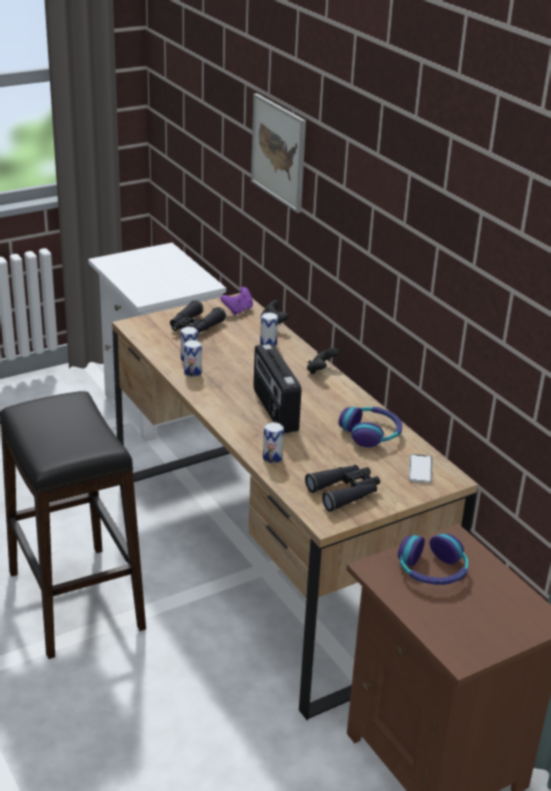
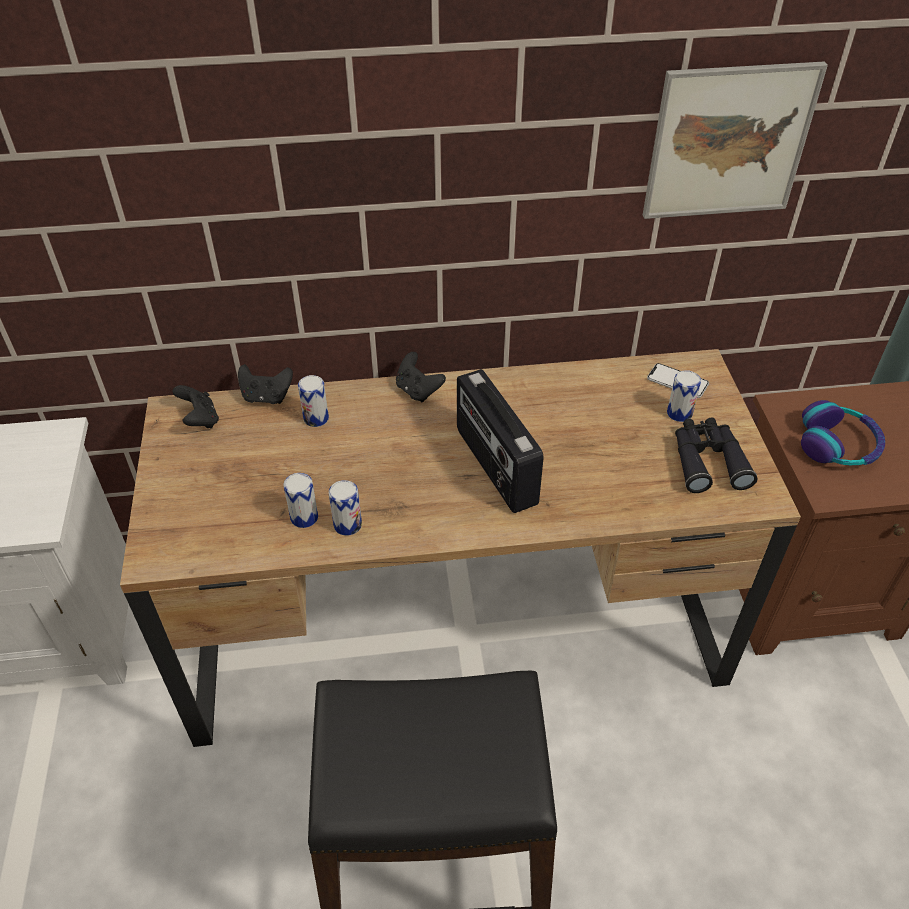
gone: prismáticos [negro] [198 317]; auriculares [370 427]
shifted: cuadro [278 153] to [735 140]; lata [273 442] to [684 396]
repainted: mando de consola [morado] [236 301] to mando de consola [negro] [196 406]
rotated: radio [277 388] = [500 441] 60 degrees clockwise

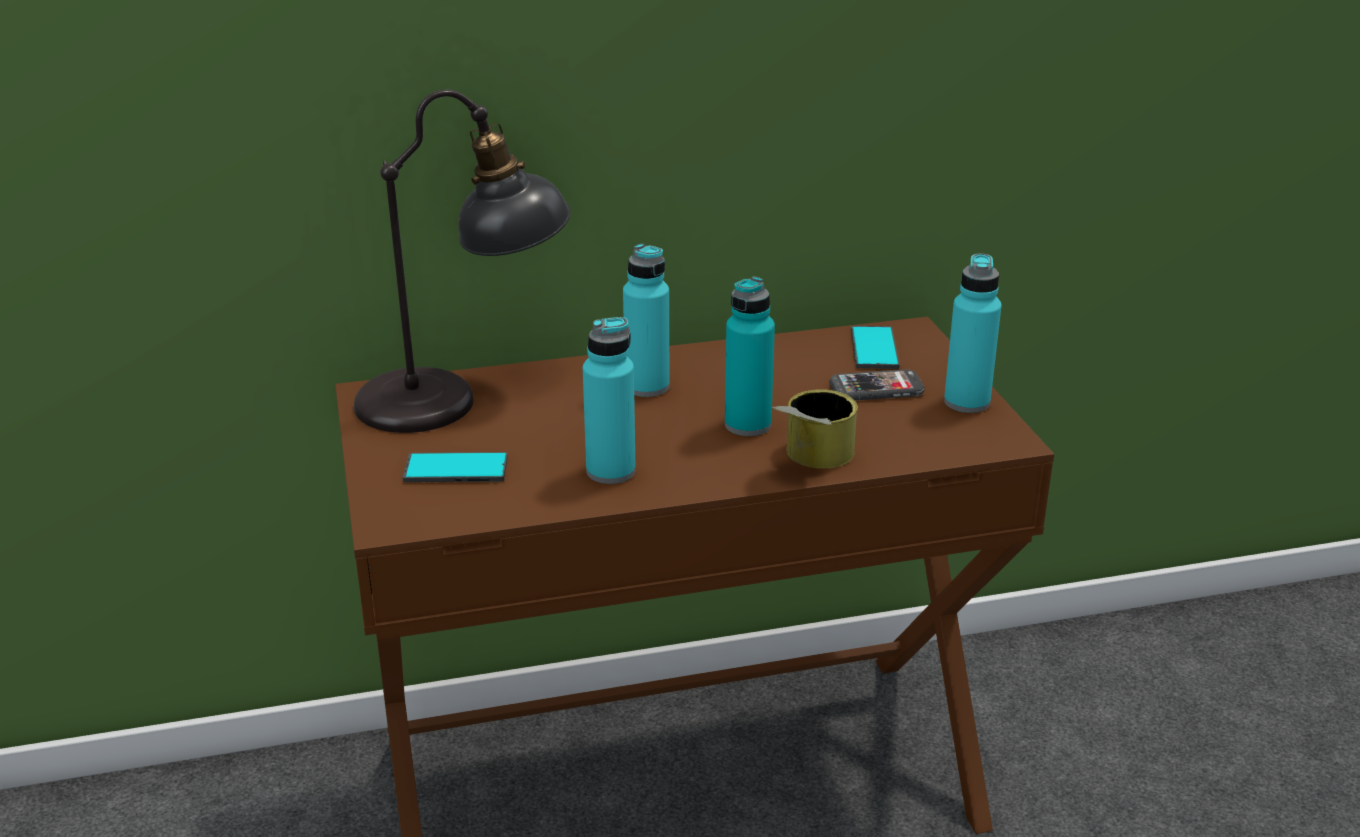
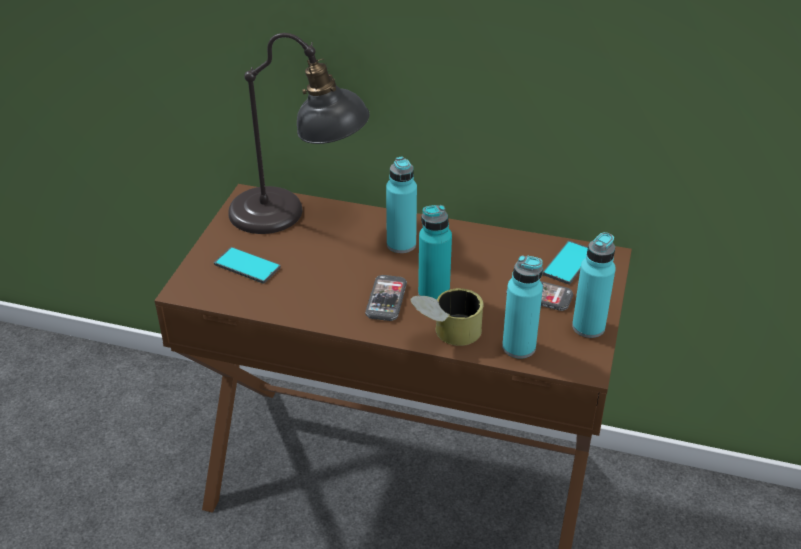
new: móvil [386 298]
shifted: botella [turquesa] [609 400] to [522 307]

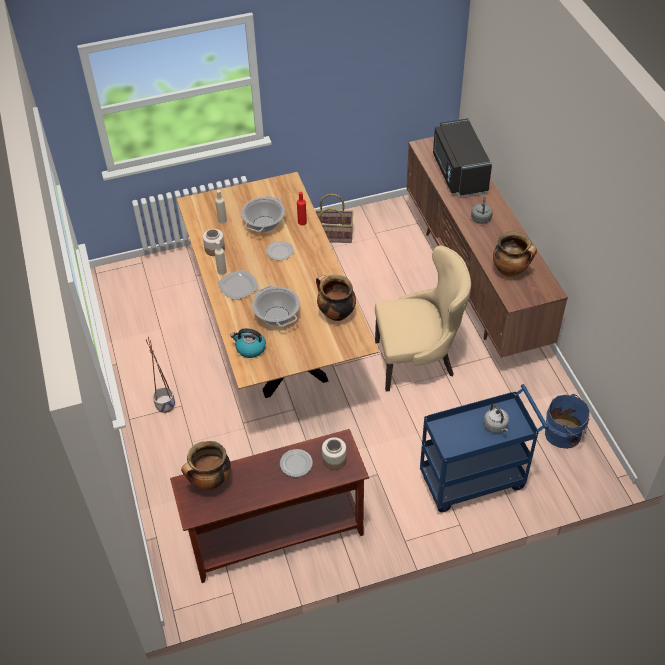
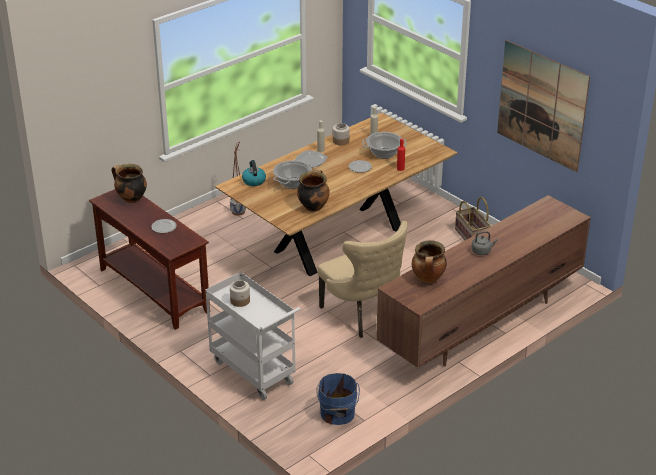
gone: microondas [negro] [462 157]; hervidor [gris] [496 418]
new: cuadro [543 106]
shifted: tarro [334 453] to [240 293]
repainted: carrito [azul] [484 448] to carrito [blanco] [253 336]

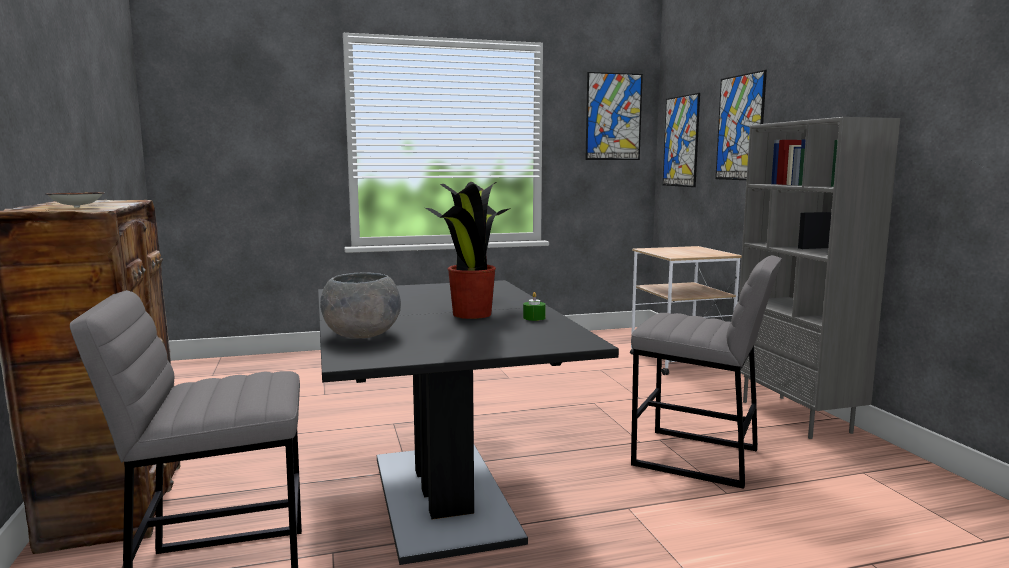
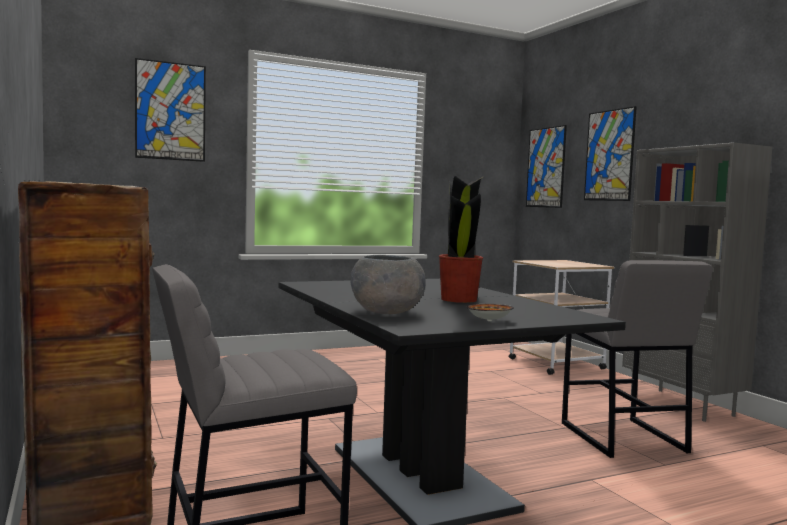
gone: vela [verde] [534 306]
shifted: cuadro [614 116] to [170 110]; cuenco [74 200] to [490 312]
rotated: silla [gris] [706 372] = [637 359] 60 degrees clockwise

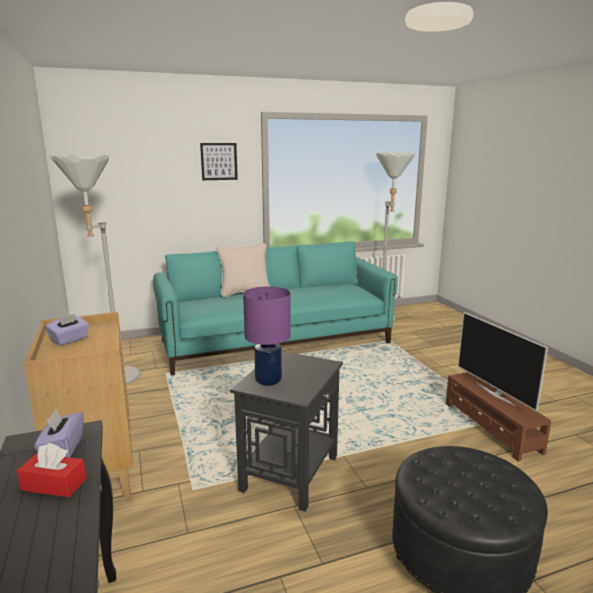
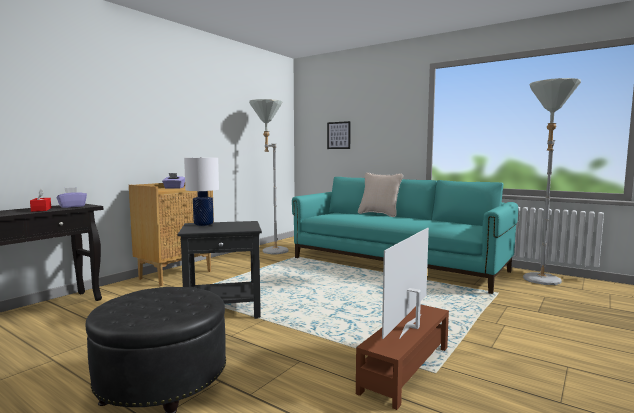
shifted: cuadro [219 161] to [339 135]
repainted: lámpara de mesa [morado] [267 336] to lámpara de mesa [blanco] [201 191]

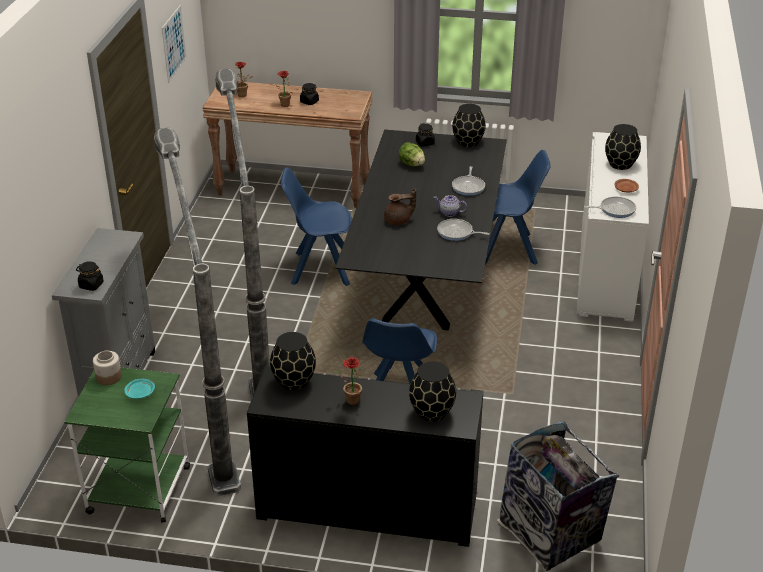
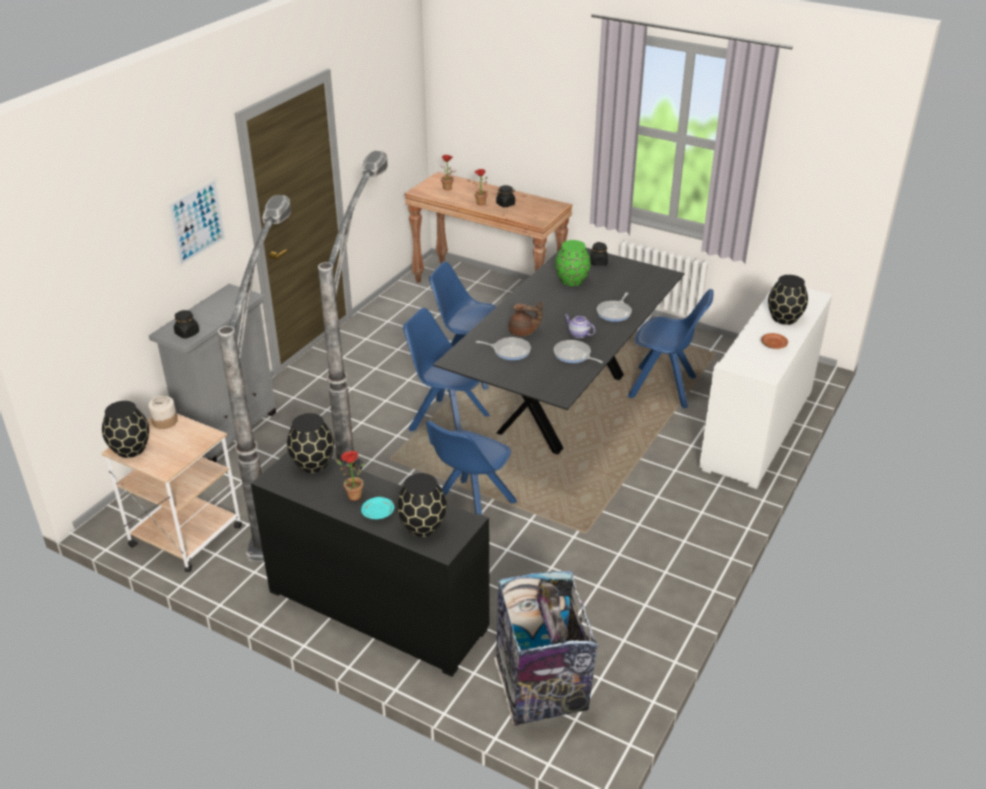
new: silla [azul] [446 369]
shifted: florero [negro] [469 125] to [125 429]; cuadro [174 44] to [196 222]; plato [turquesa] [139 389] to [378 508]; sartén [610 207] to [503 348]
swapped: lechuga [412 154] to florero [verde] [573 263]
repainted: carrito [verde] [127 445] to carrito [beis] [171 492]

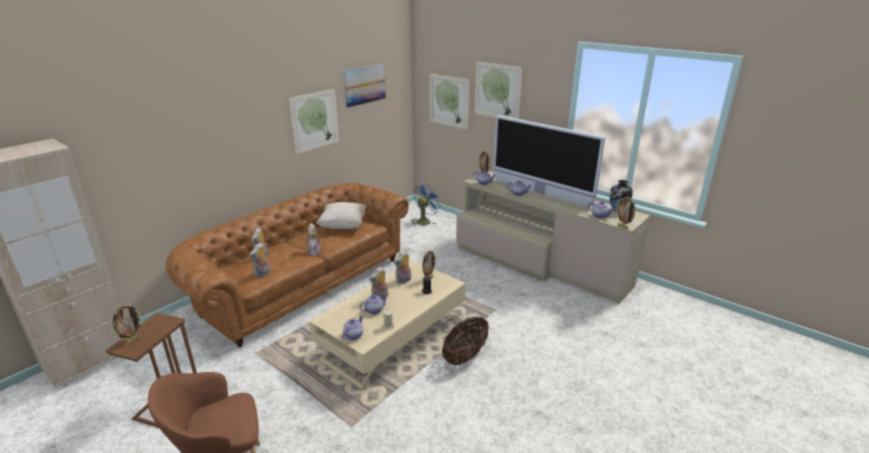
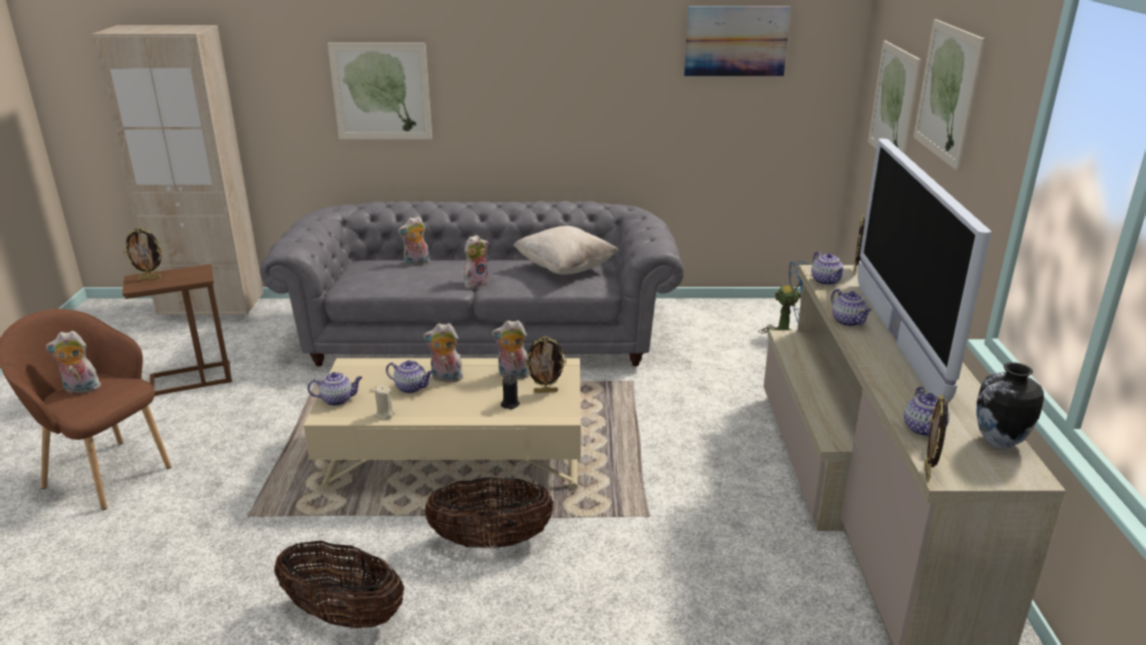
new: cesta [339 585]
shifted: peluche [260 260] to [73 362]; cuadro [314 121] to [380 91]
repainted: sofá [marrón] [287 265] to sofá [gris] [472 283]

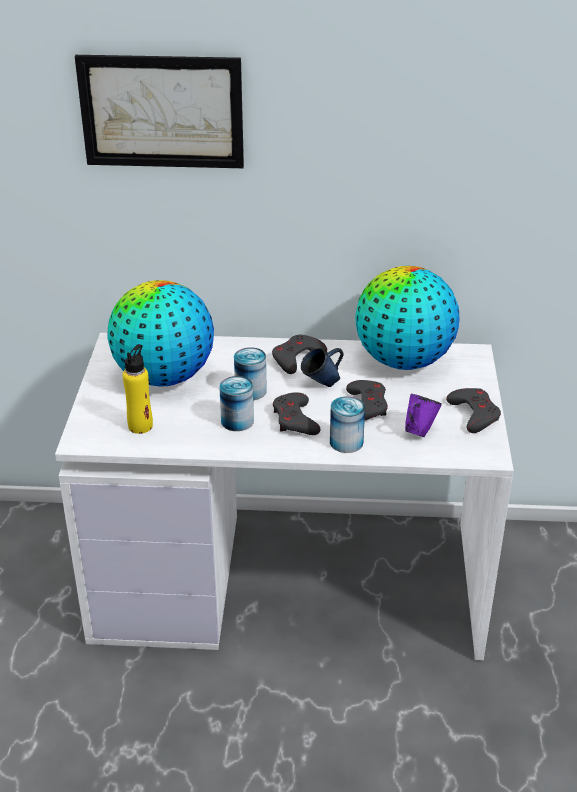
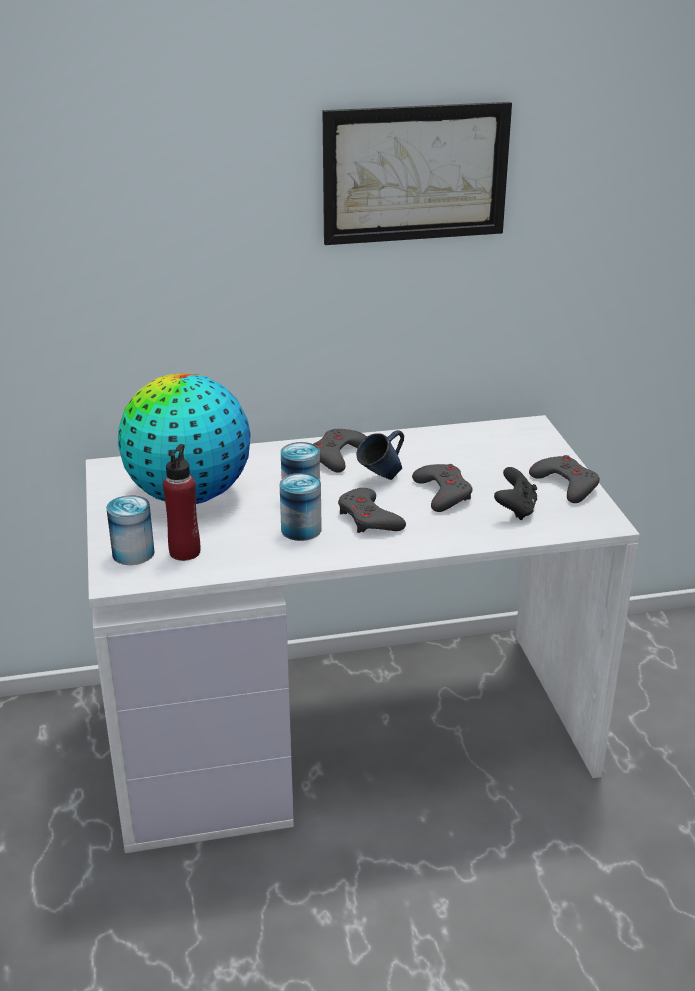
gone: globo terráqueo [407 318]
shifted: lata [347 424] to [130 530]; cuadro [159 111] to [417 173]
swapped: taza grande [morado] [423 415] to mando de consola [negro] [515 493]
repainted: botella [amarillo] [138 389] to botella [rojo] [181 502]

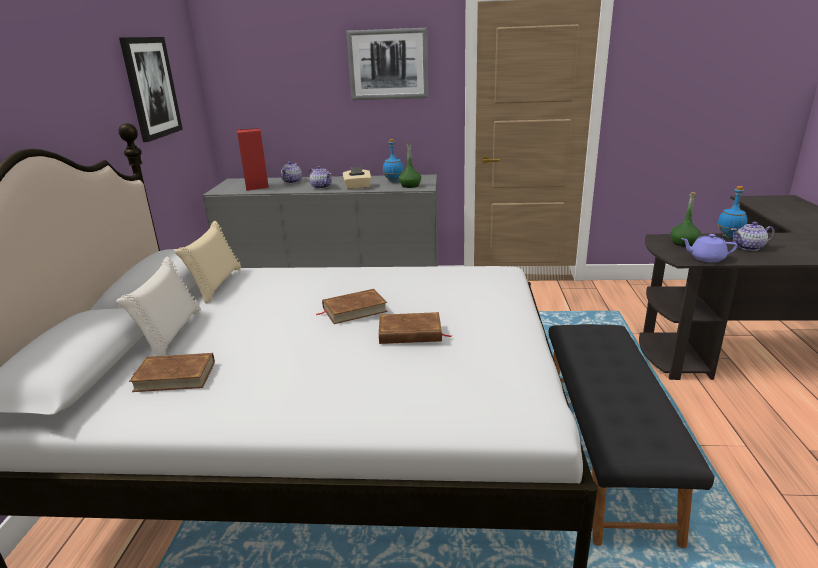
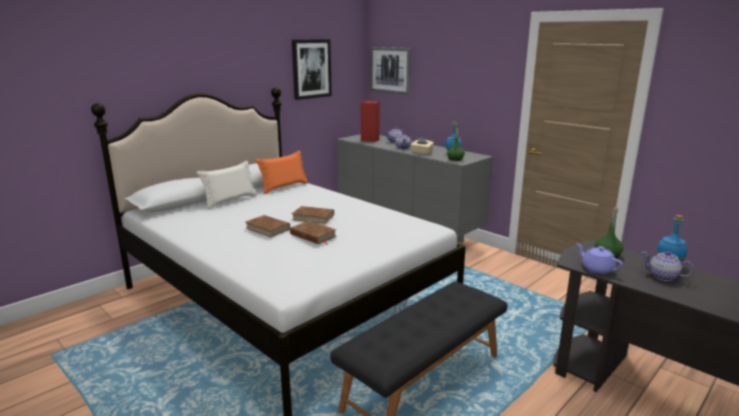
shifted: libro [marrón] [172 372] to [268 226]; cuadro [387 64] to [390 71]
repainted: cojín [beis] [208 262] to cojín [naranja] [281 172]

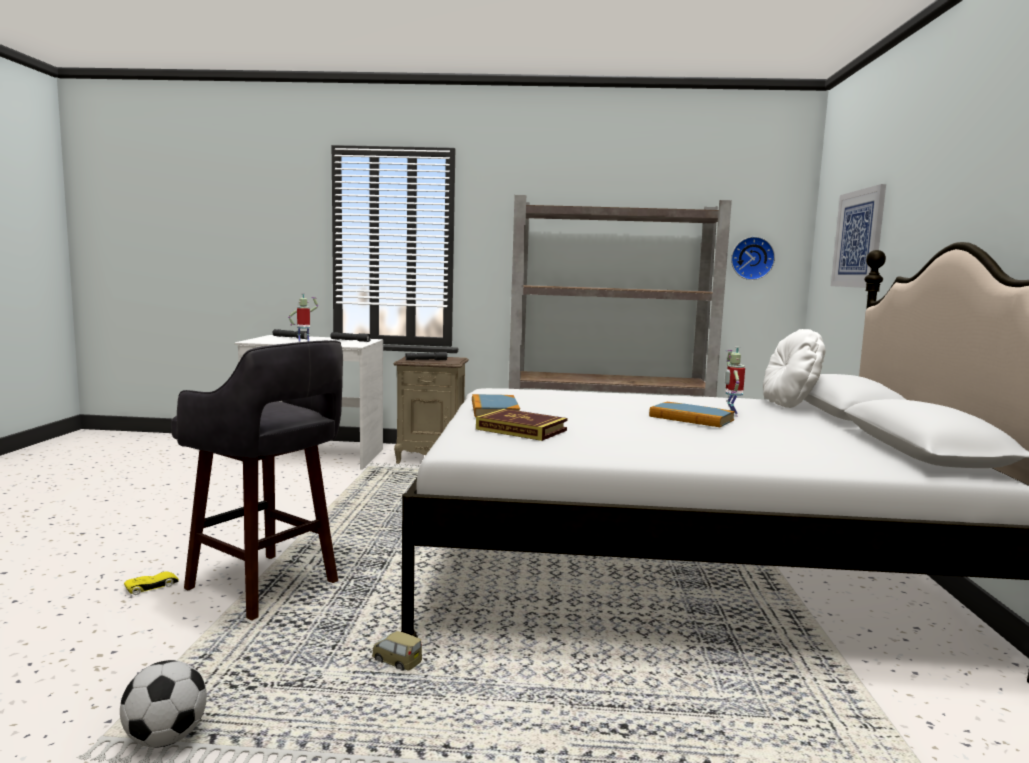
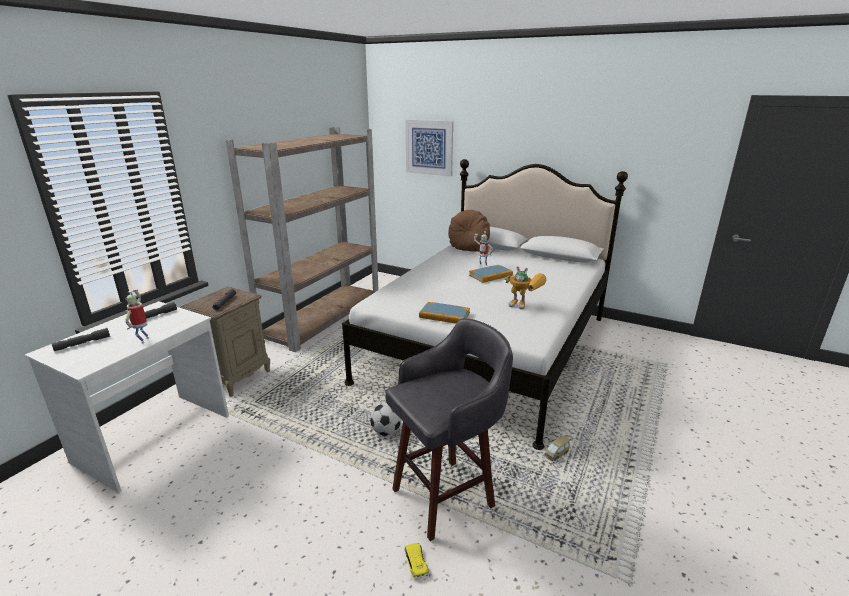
gone: libro [522 425]; reloj de pared [753 258]
new: robot de juguete [525 288]
shifted: balón de fútbol [163 704] to [385 419]
repainted: cojín [blanco] [794 368] to cojín [marrón] [469 231]

